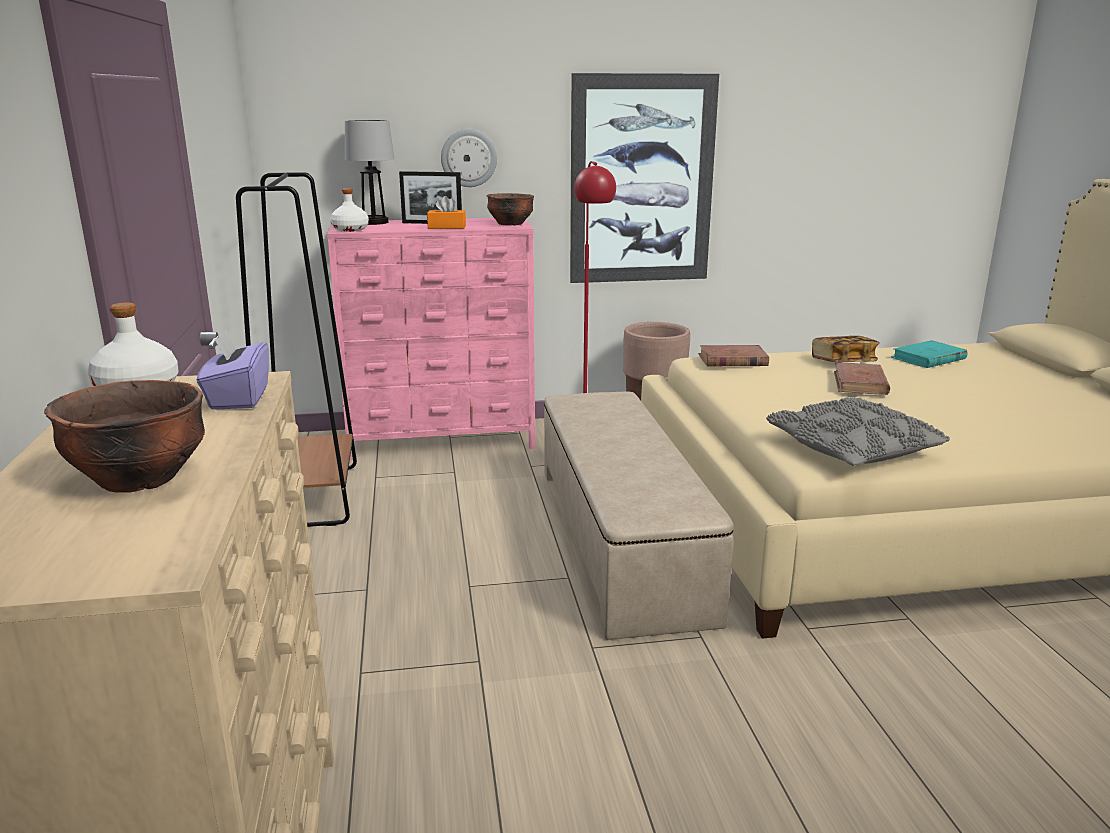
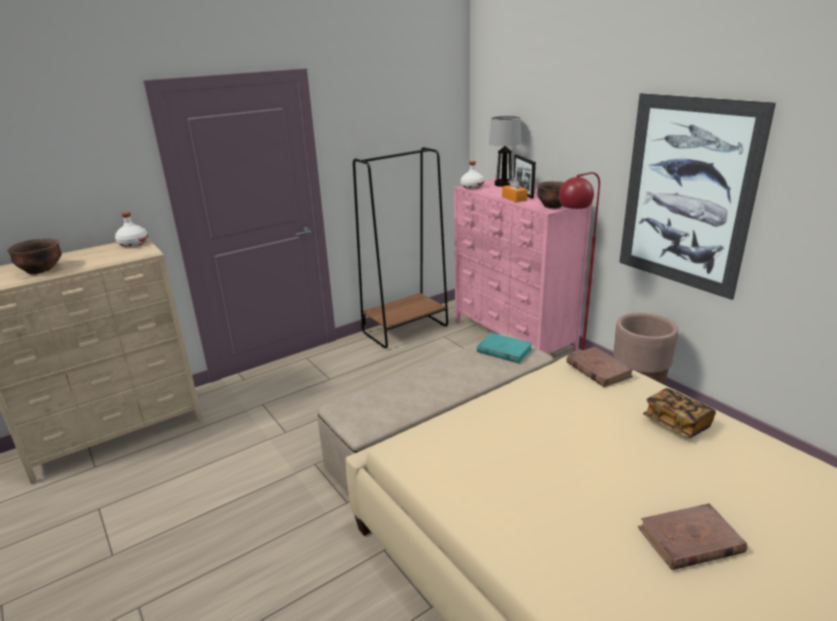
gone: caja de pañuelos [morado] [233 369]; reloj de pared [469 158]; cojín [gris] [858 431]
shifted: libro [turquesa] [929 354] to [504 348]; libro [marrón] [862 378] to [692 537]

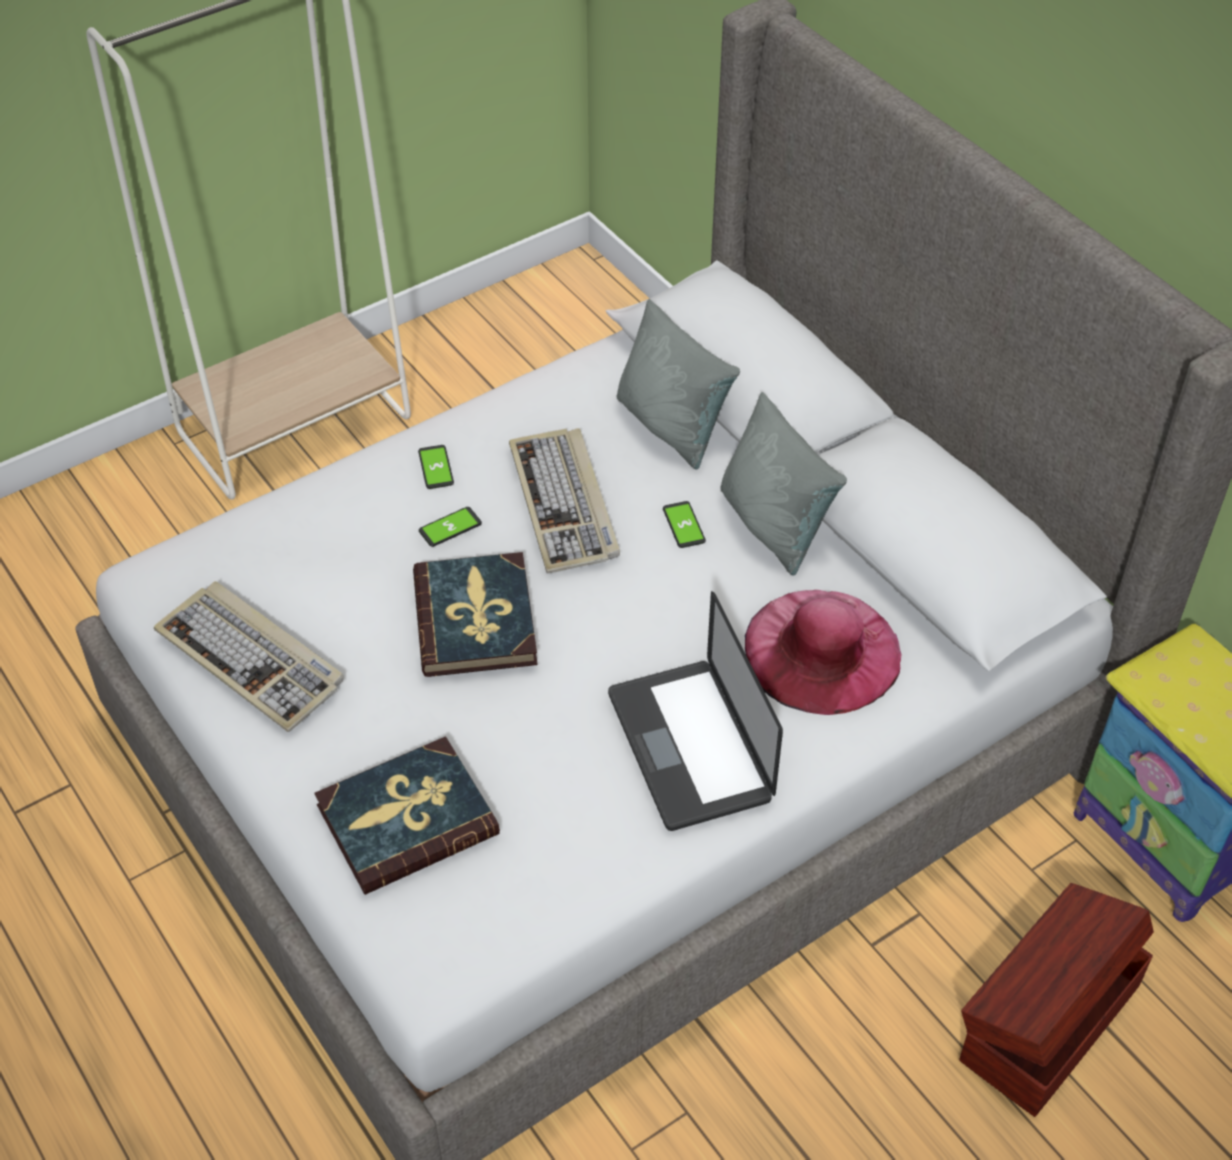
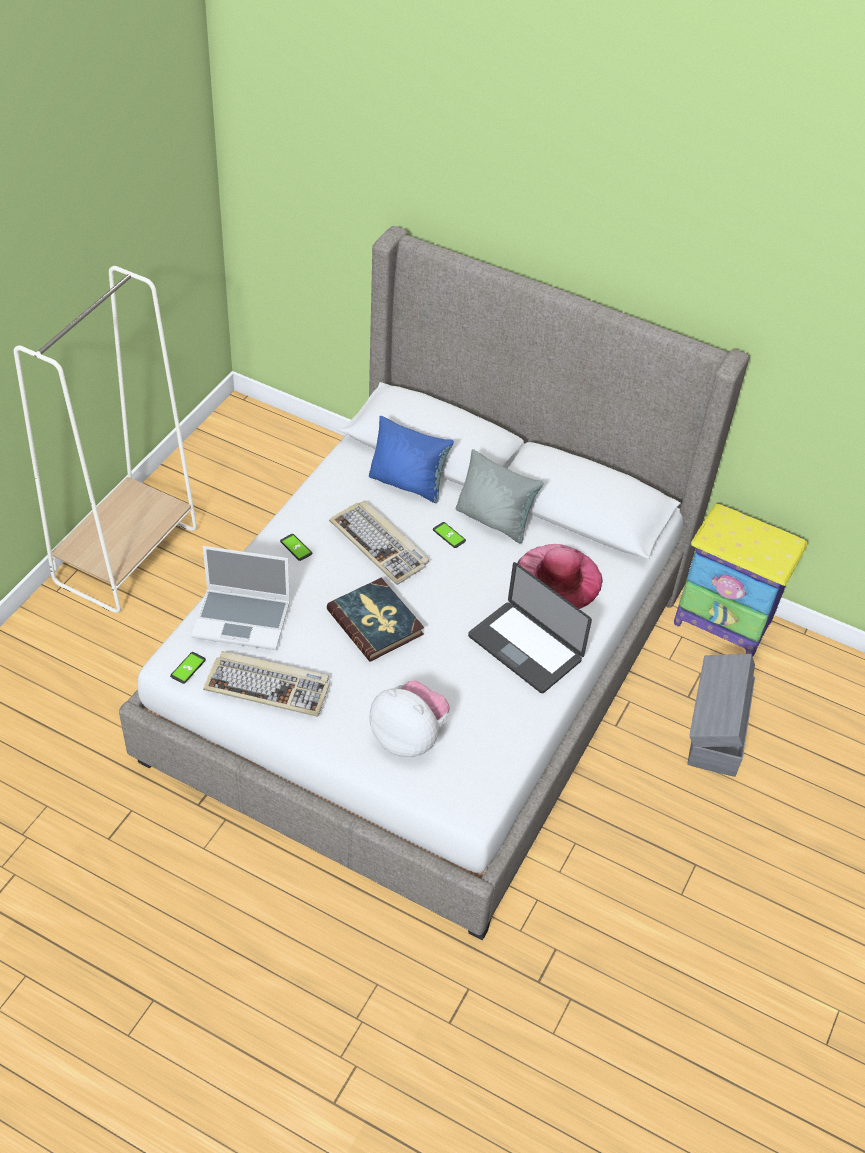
new: portátil [240 598]
shifted: móvil [450 527] to [188 668]
swapped: libro [407 815] to peluche [410 718]
repainted: cojín [gris] [678 384] to cojín [azul] [411 459]; caja de almacenaje [marrón] [1056 1000] to caja de almacenaje [gris] [721 715]

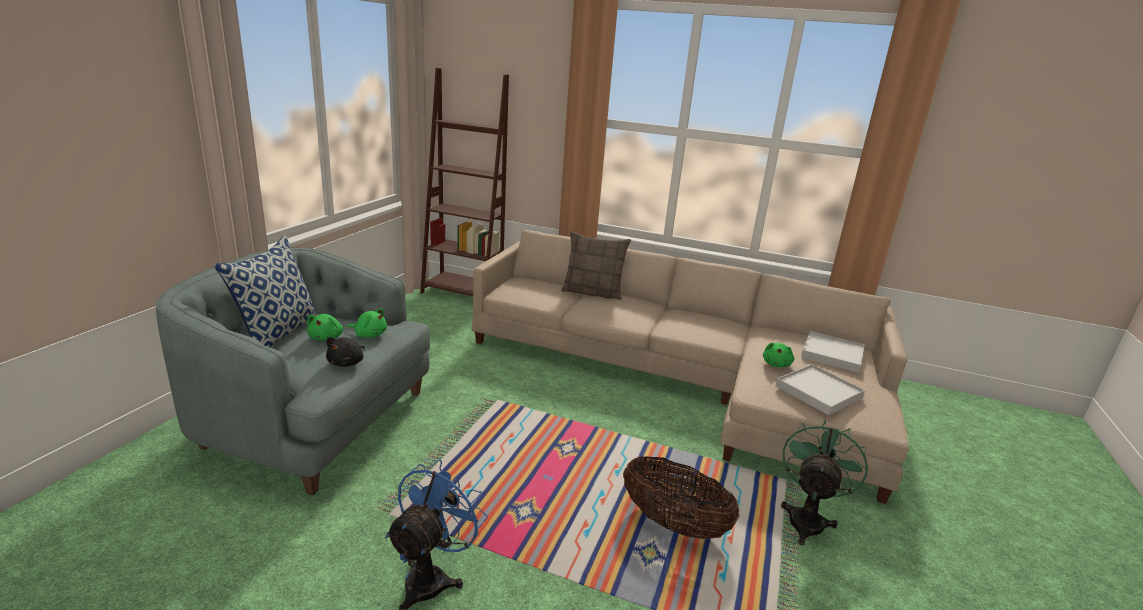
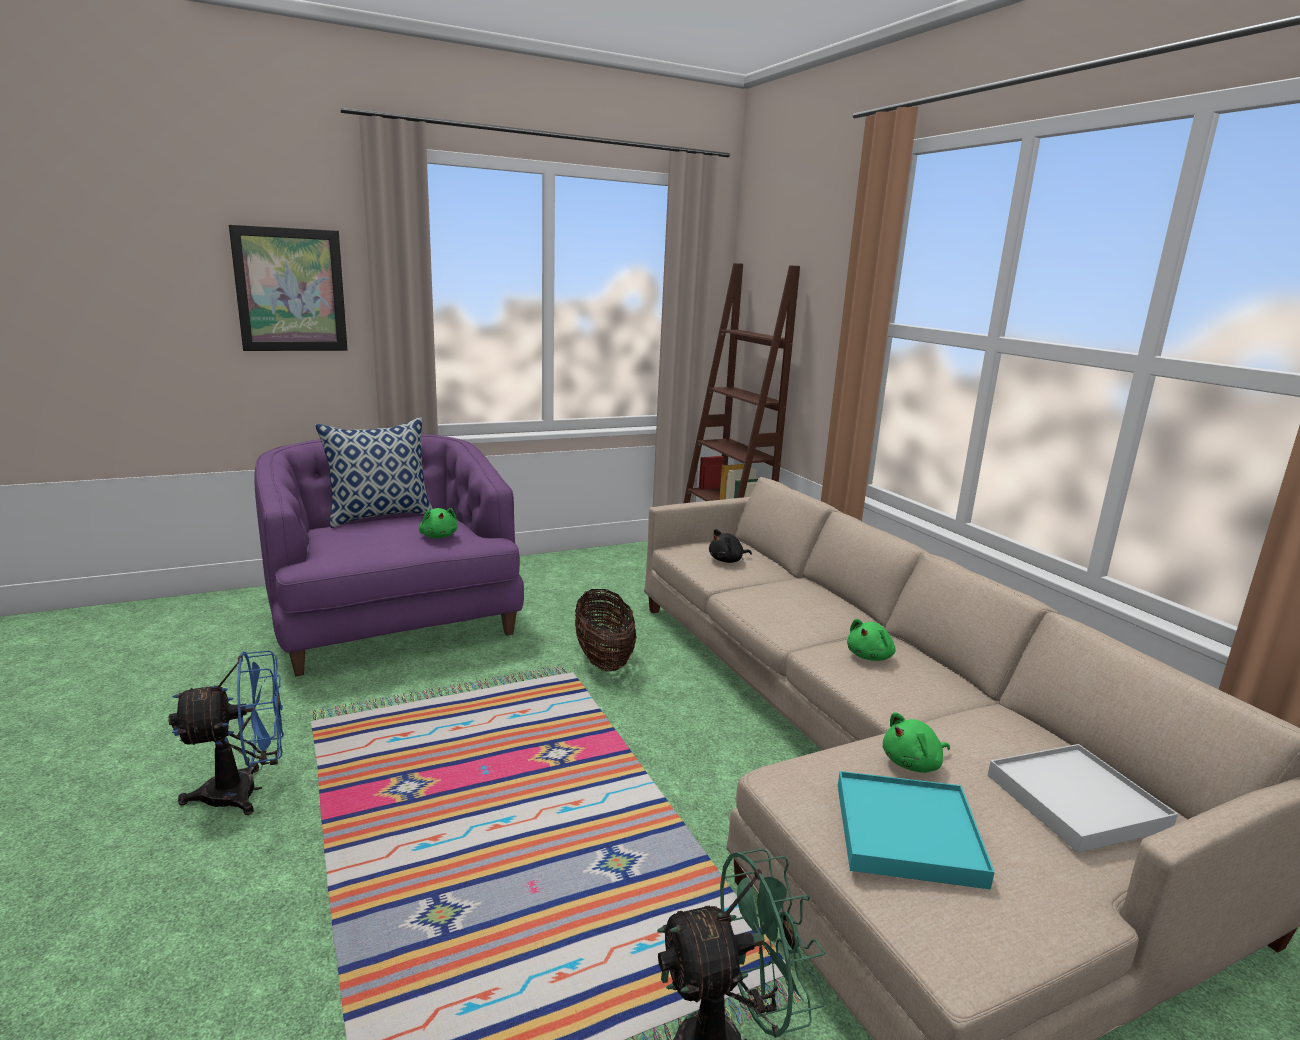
gone: cojín [596 265]
new: cuadro [288 287]
shifted: cesta [681 497] to [606 630]; peluche [negro] [345 351] to [730 546]; peluche [verde] [325 327] to [871 640]
repainted: sillón [gris] [293 371] to sillón [morado] [389 555]; bandeja [blanco] [820 389] to bandeja [turquesa] [916 830]

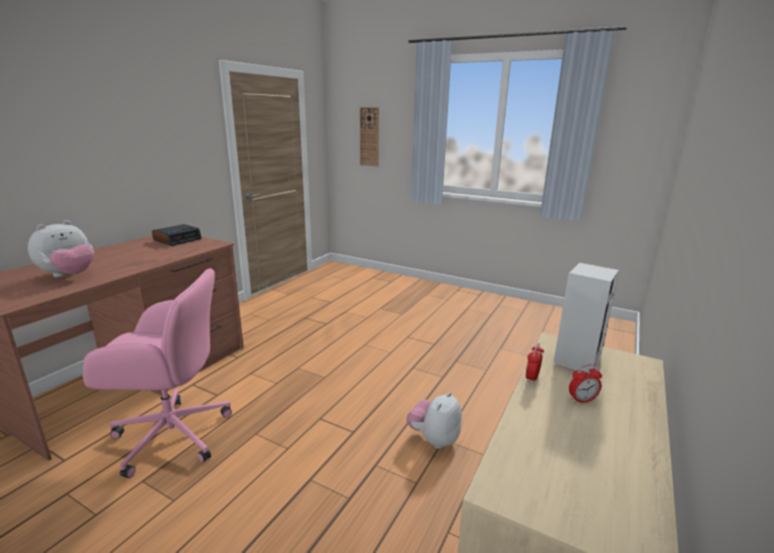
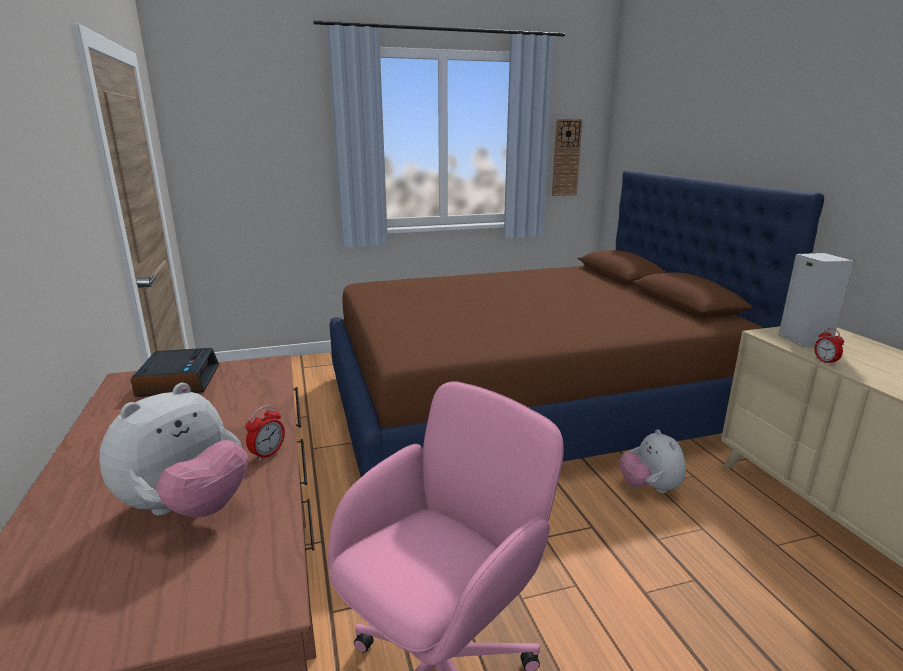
new: cama [marrón] [577 323]
shifted: despertador [585 383] to [265 433]; reloj de pared [369 136] to [567 157]
rotated: peluche [61 248] = [173 450] 45 degrees clockwise

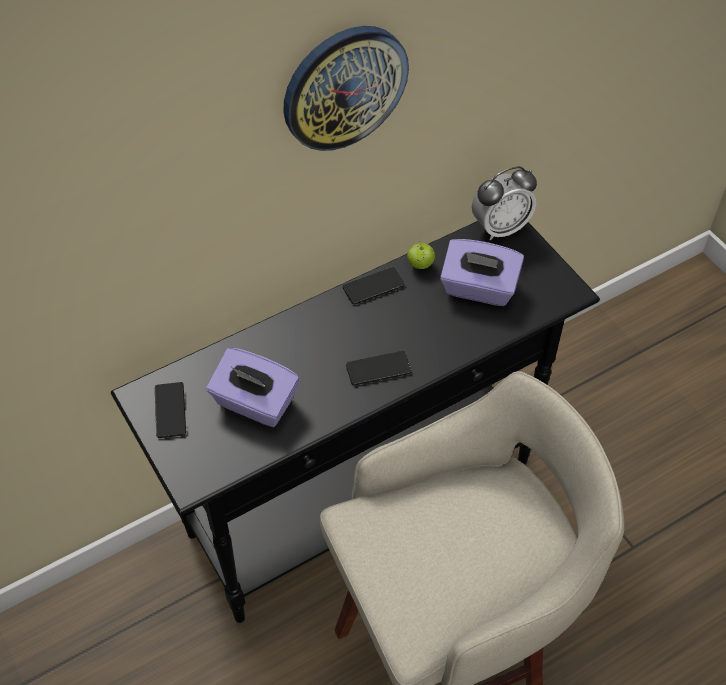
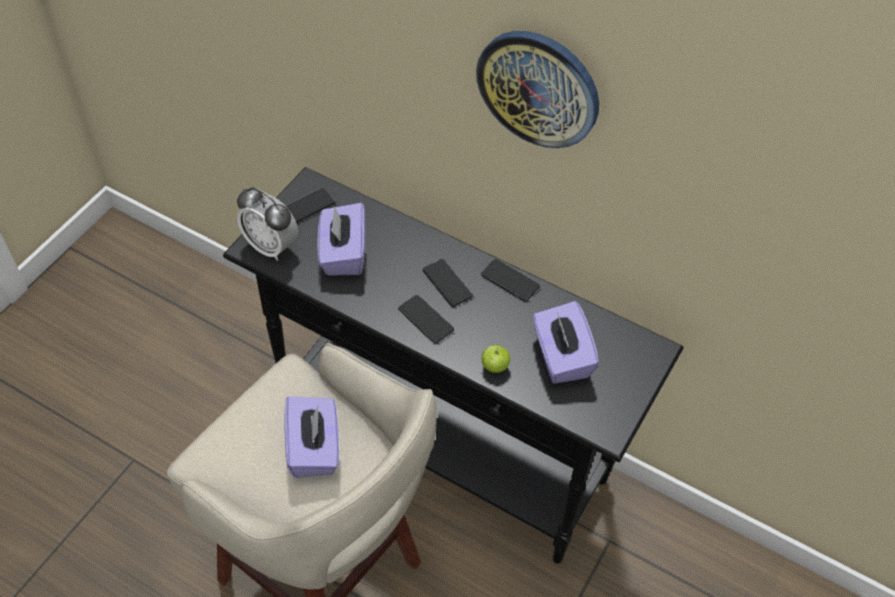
new: caja de pañuelos [morado] [312 437]; móvil [448 283]
shifted: despertador [504 203] to [268 224]; manzana [421 255] to [495 359]

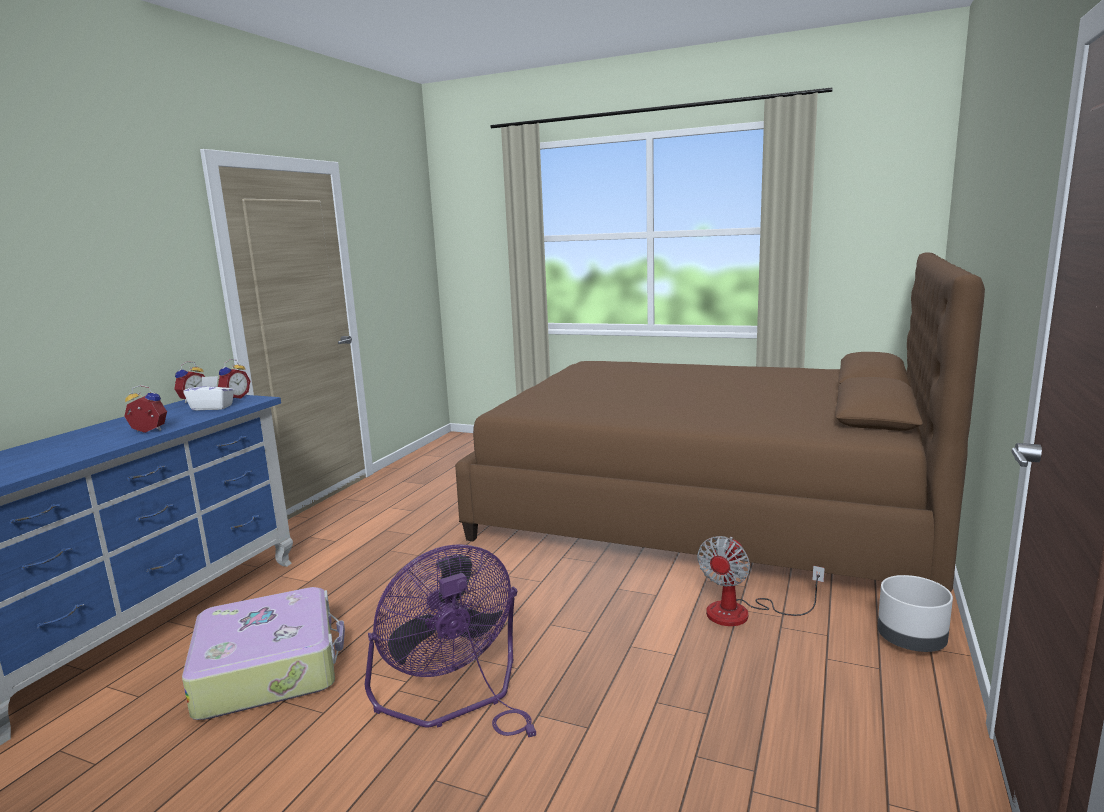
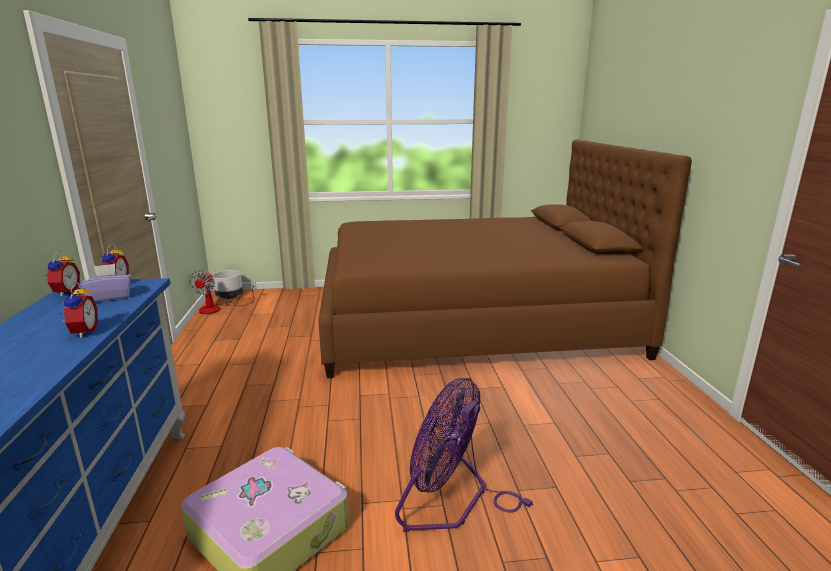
shifted: ventilador [761 581] to [222 292]; maceta [gris] [915 613] to [228 284]
repainted: caja de pañuelos [blanco] [209 393] to caja de pañuelos [morado] [106 283]
rotated: despertador [145 409] = [79 310] 105 degrees clockwise

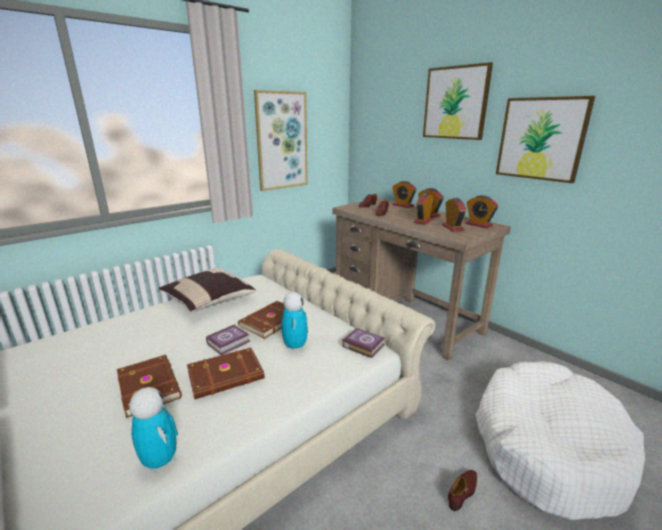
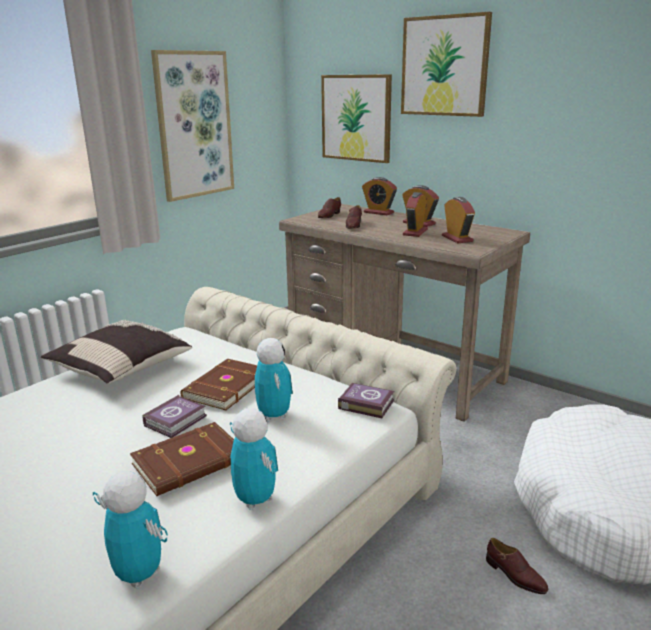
gone: libro [marrón] [149 386]; despertador [482 211]
new: robot de juguete [254 459]
shifted: cuadro [545 139] to [356 118]
rotated: zapato [marrón] [462 490] = [517 566] 105 degrees clockwise

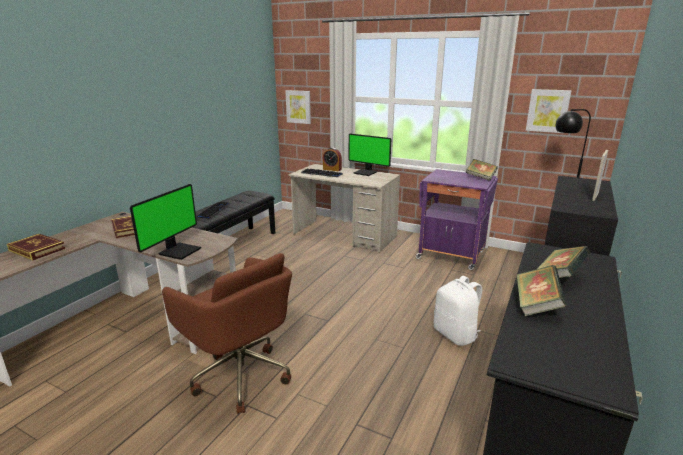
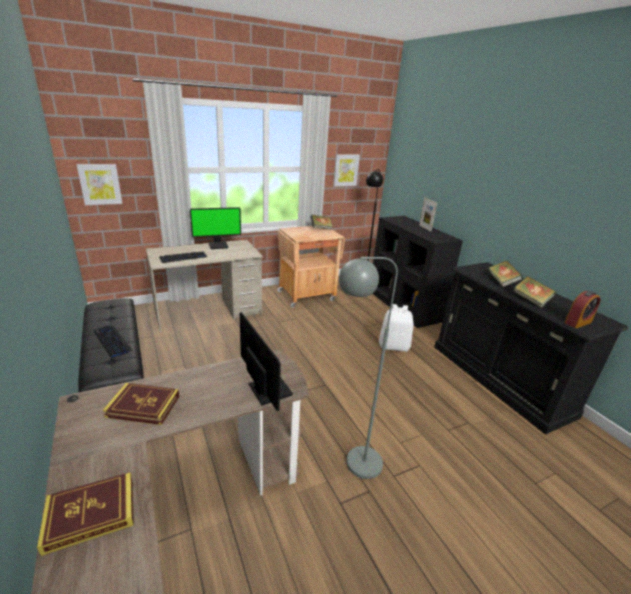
shifted: despertador [332 159] to [582 309]
swapped: silla de oficina [marrón] [227 333] to lámpara de pie [gris] [368 368]
repainted: carrito [morado] [457 219] to carrito [marrón] [311 267]

